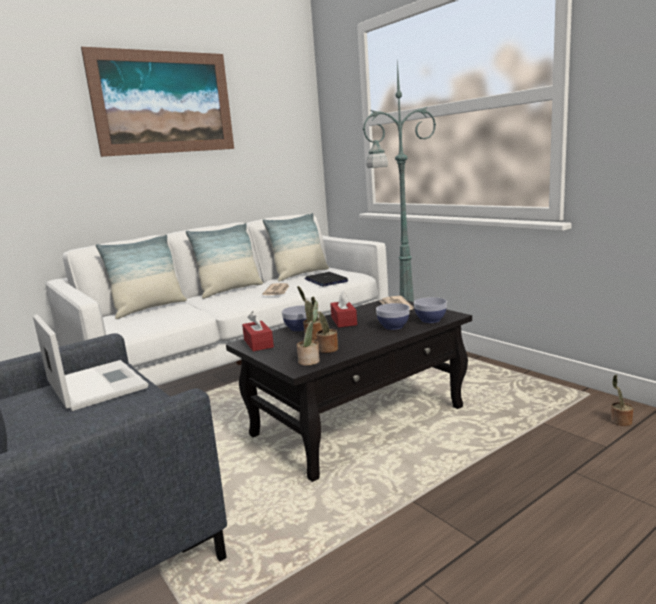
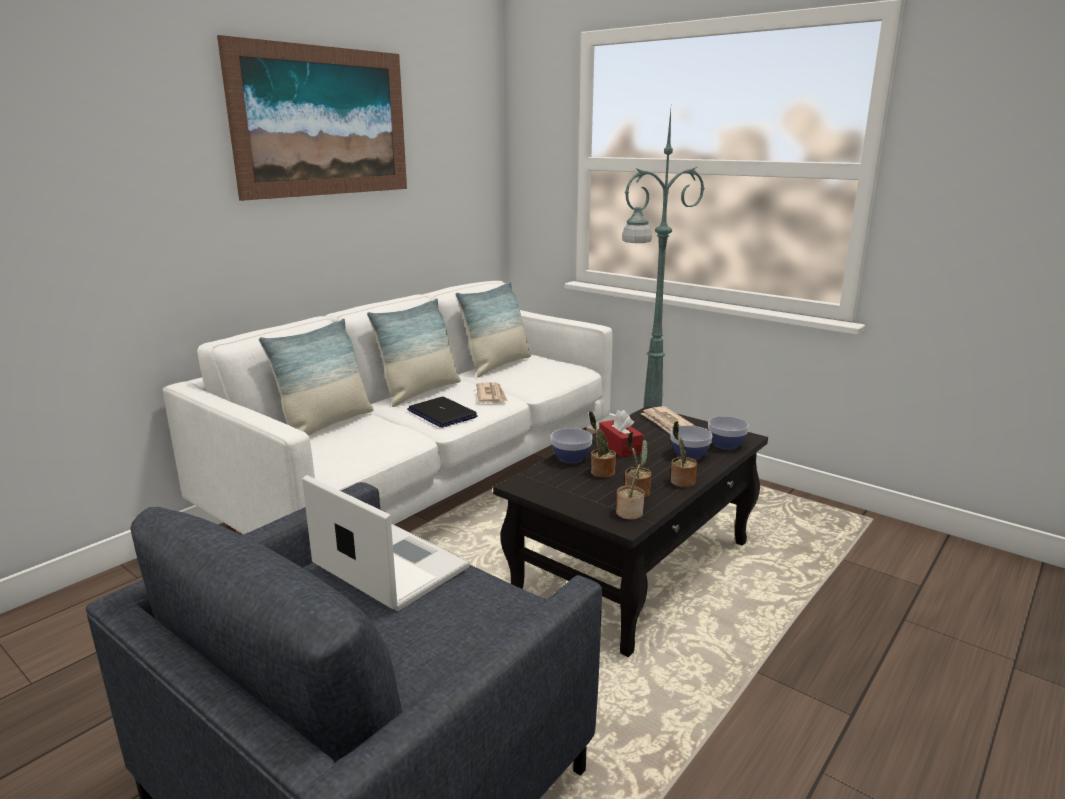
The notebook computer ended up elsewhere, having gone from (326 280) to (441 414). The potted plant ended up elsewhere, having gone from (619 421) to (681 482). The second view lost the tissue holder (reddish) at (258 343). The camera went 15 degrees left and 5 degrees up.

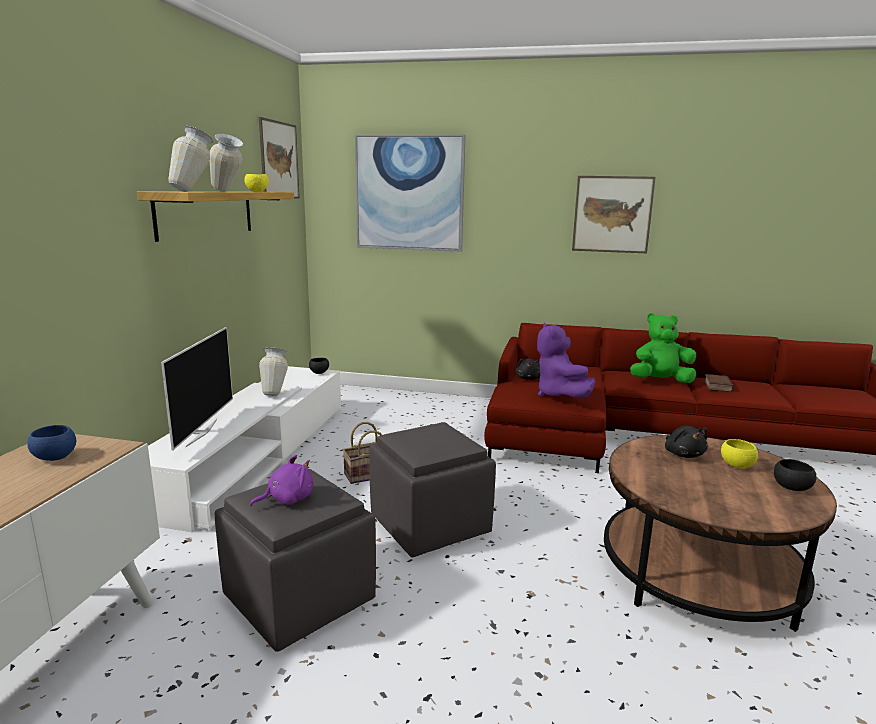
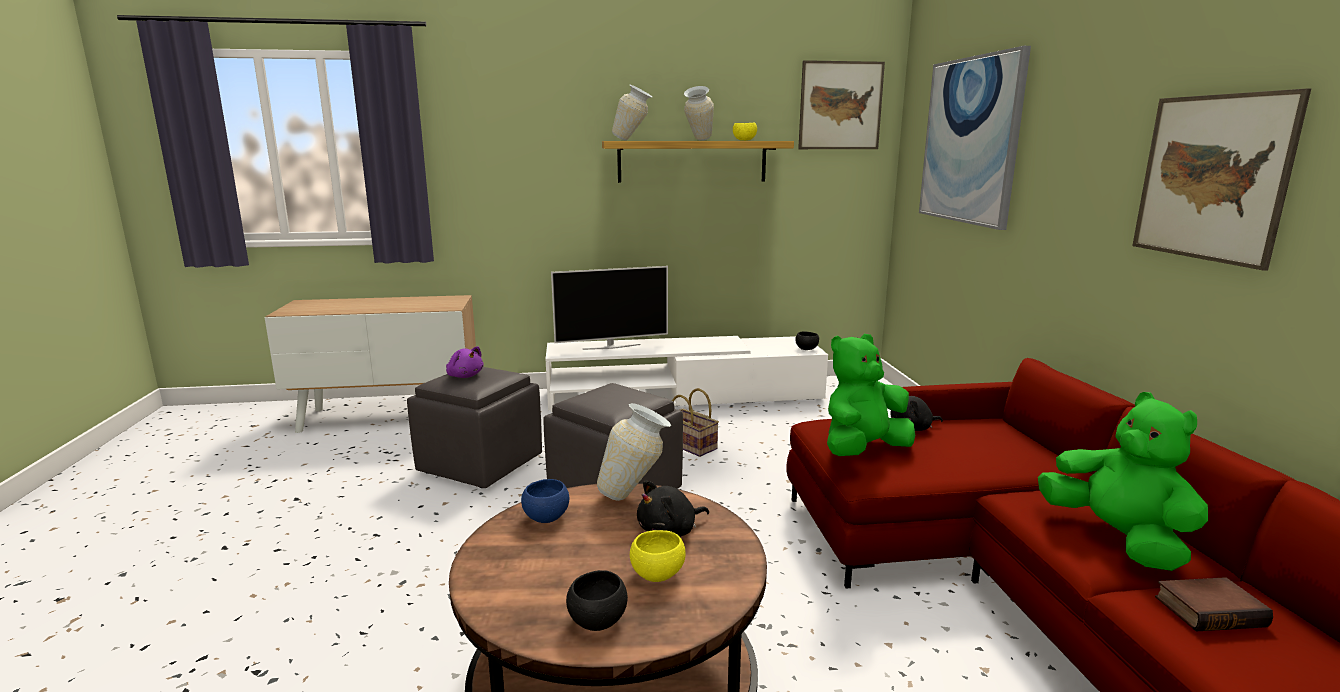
The deep dish (bluish) ended up elsewhere, having gone from (55 457) to (546 517). The flower vase ended up elsewhere, having gone from (275 393) to (636 495). What was the cuddly toy (purple) at (559 395) turned into the cuddly toy (green) at (863 450). The camera went 70 degrees right and 0 degrees up.

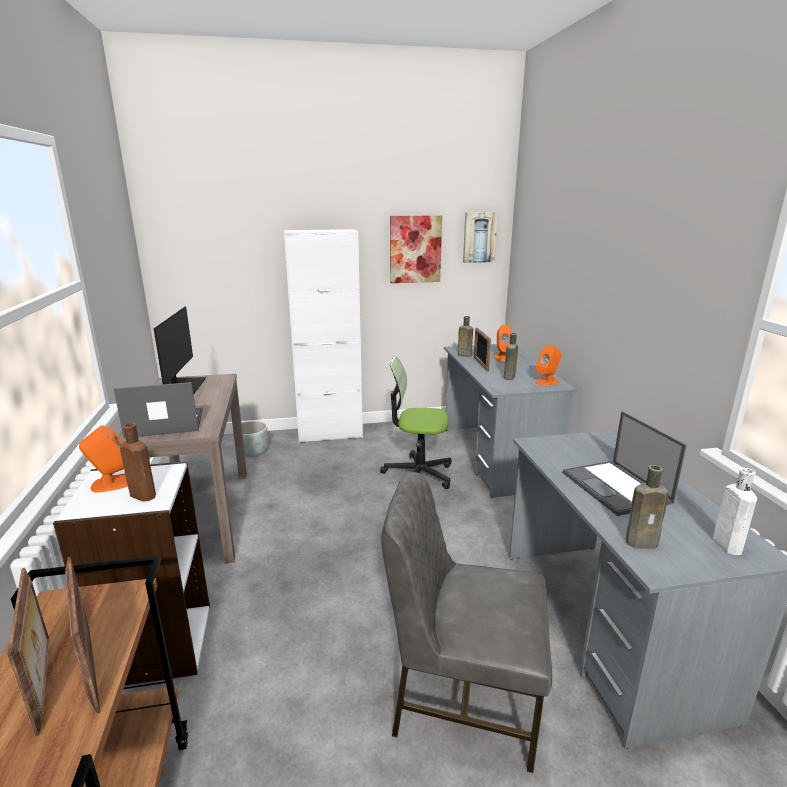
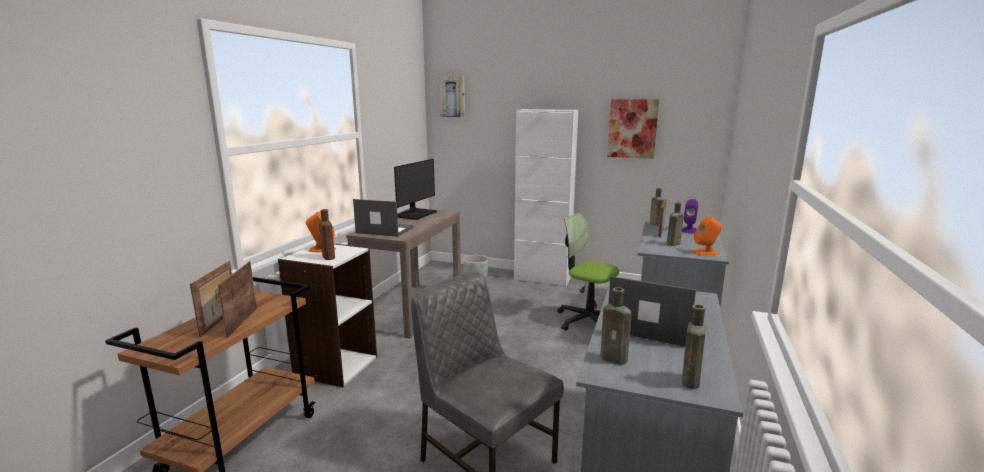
The wall picture ended up elsewhere, having gone from (479 237) to (452 97). The notebook computer at (617 488) ended up facing another way, 105 degrees clockwise from before. What was the speaker (orange) at (502 357) turned into the speaker (purple) at (689 230). What was the bottle (white-coloured) at (725 544) turned into the bottle (brownish) at (690 379). The camera went 30 degrees right and 5 degrees down.

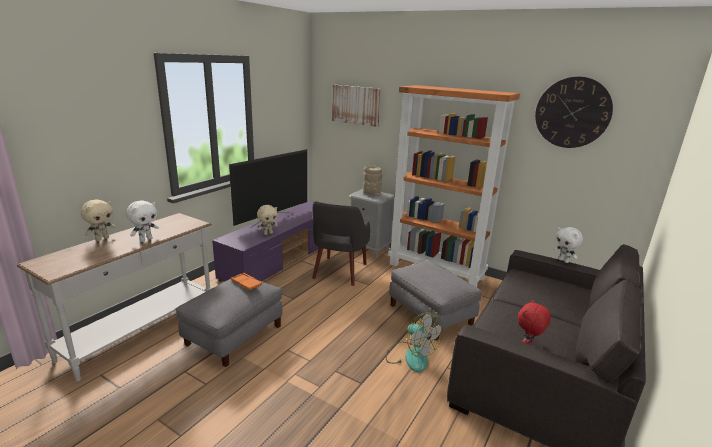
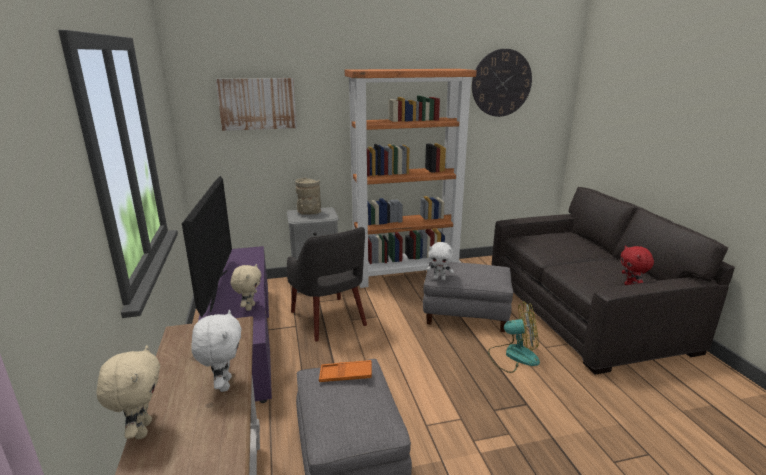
The cuddly toy (white-coloured) ended up elsewhere, having gone from (563 261) to (439 278). The camera went 45 degrees left and 0 degrees up.

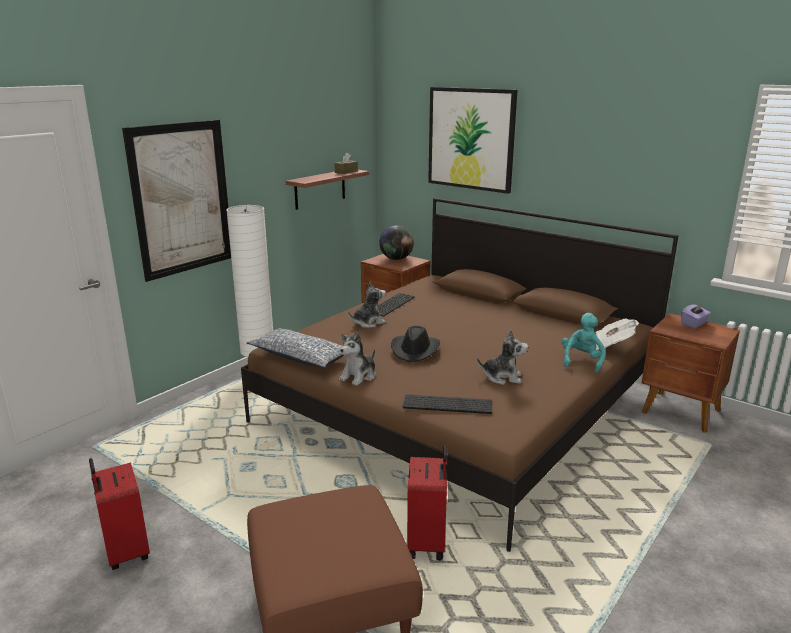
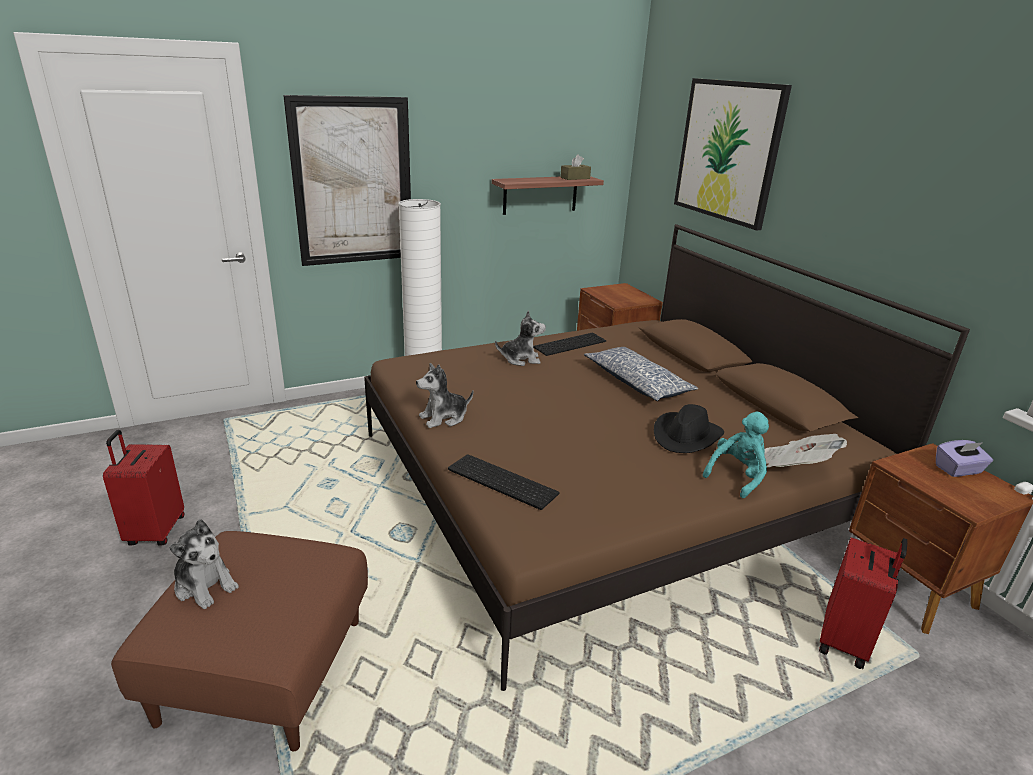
The cuddly toy ended up elsewhere, having gone from (502 377) to (205 585). The cushion ended up elsewhere, having gone from (300 357) to (637 383). The clothing hat (black-coloured) ended up elsewhere, having gone from (415 350) to (686 436). The travel case (reddish) ended up elsewhere, having gone from (428 543) to (845 642). The second view lost the desk globe at (396 259). The camera went 25 degrees right and 5 degrees up.

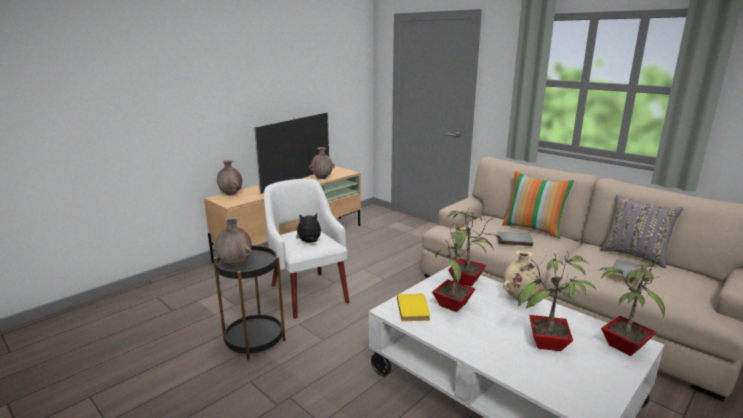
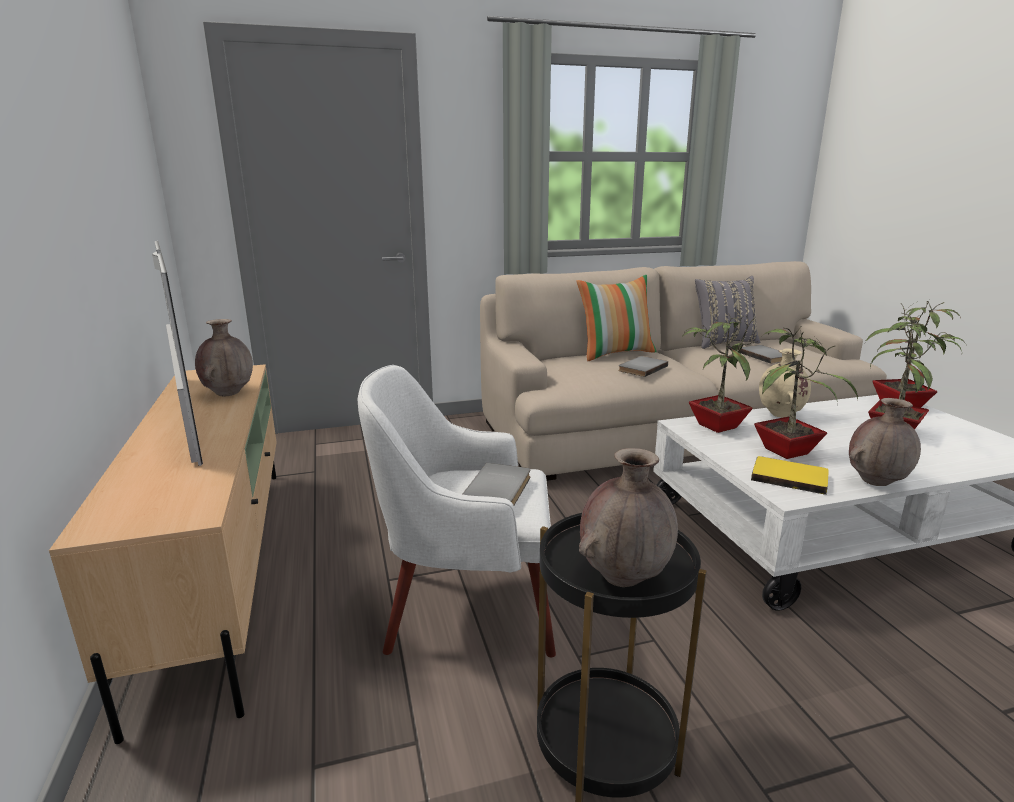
Where the cuddly toy stood at (309 242), the volume (grey) came to stand at (500 489). The flower vase (brownish) ended up elsewhere, having gone from (231 194) to (876 481). The camera went 60 degrees left and 0 degrees up.

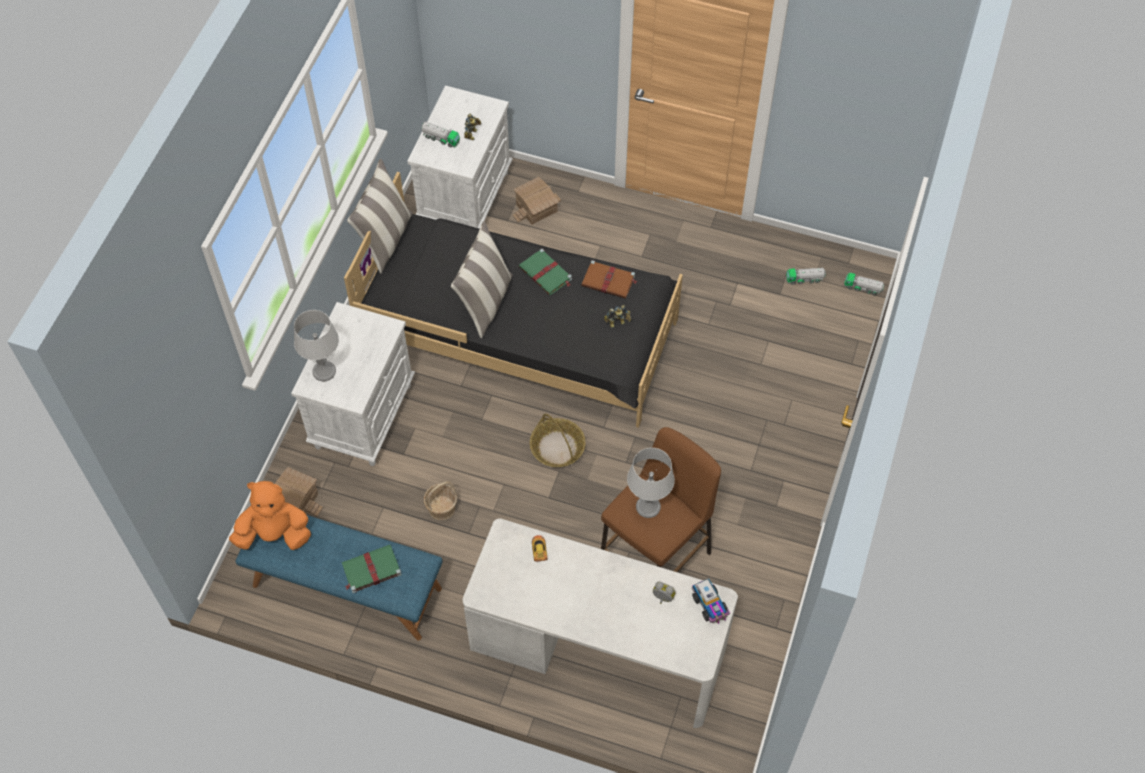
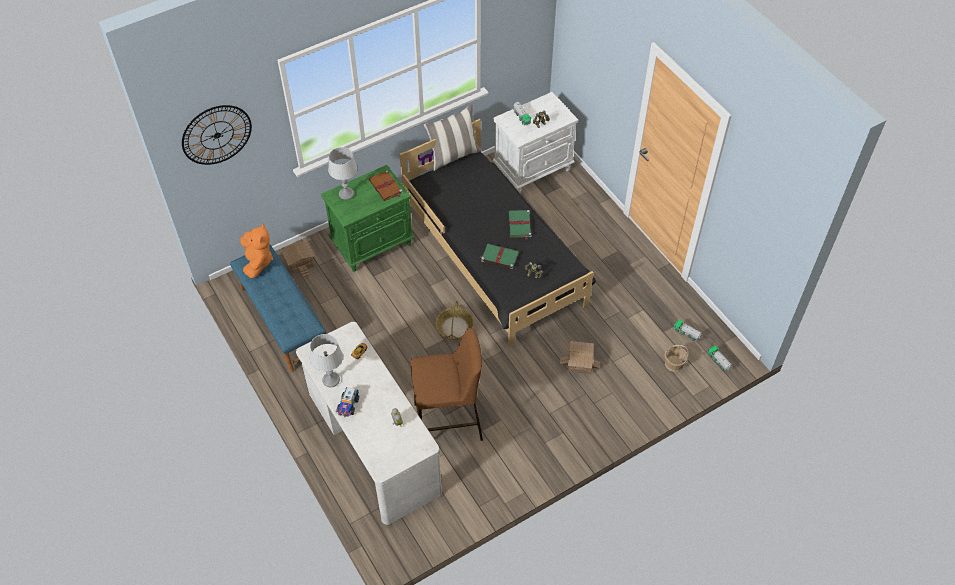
The second view gained the clock on the wall at (217 135). The cuddly toy (orange) at (275 534) ended up facing another way, 45 degrees clockwise from before. The tabletop lamp (grey) ended up elsewhere, having gone from (648 506) to (331 380). What was the bedside table (white-coloured) at (363 415) turned into the bedside table (green) at (373 243). The toy lorry ended up elsewhere, having gone from (710 605) to (348 405). The volume (brownish) ended up elsewhere, having gone from (609 281) to (386 187). The volume (green) ended up elsewhere, having gone from (370 570) to (499 257). The model house ended up elsewhere, having gone from (537 208) to (579 363). The household basket ended up elsewhere, having gone from (441 508) to (673 363). The second view lost the cushion at (484 302). The camera went 40 degrees right and 5 degrees down.

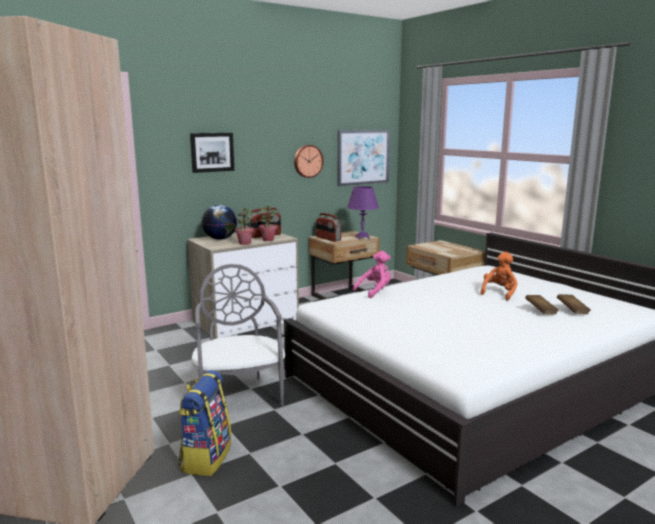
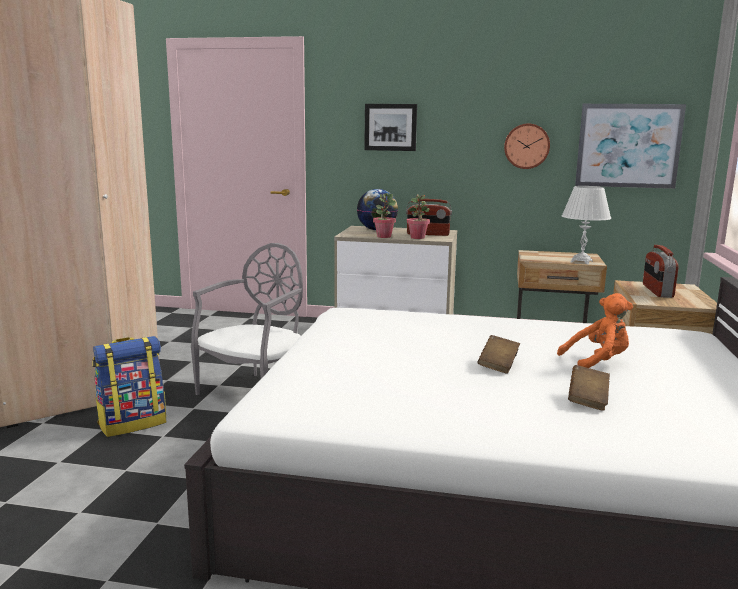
The volume (brownish) ended up elsewhere, having gone from (572 311) to (498 365). What was the tabletop lamp (purple) at (362 237) turned into the tabletop lamp (white-coloured) at (581 262). The radio ended up elsewhere, having gone from (328 239) to (657 291). The second view lost the cuddly toy (pink) at (375 291). The camera went 45 degrees right and 0 degrees up.

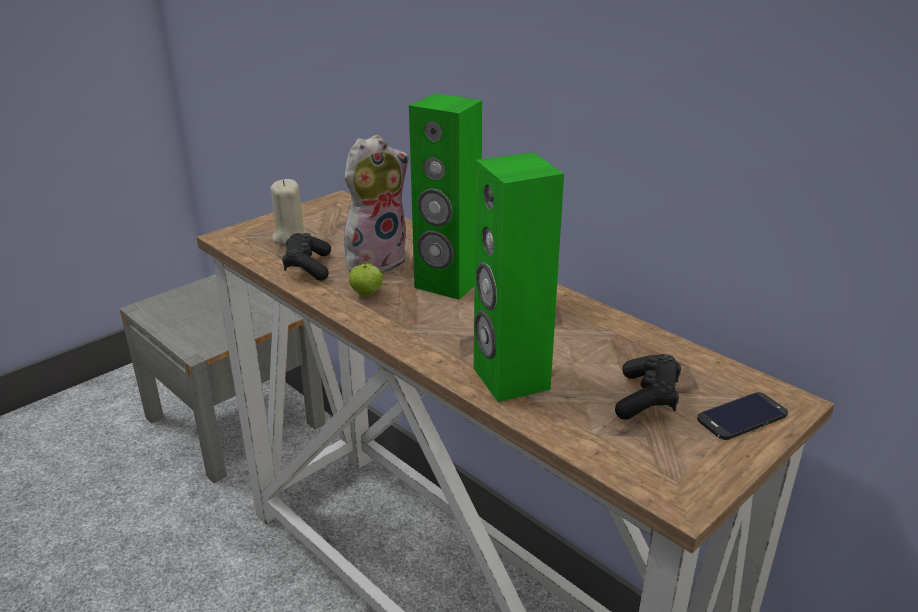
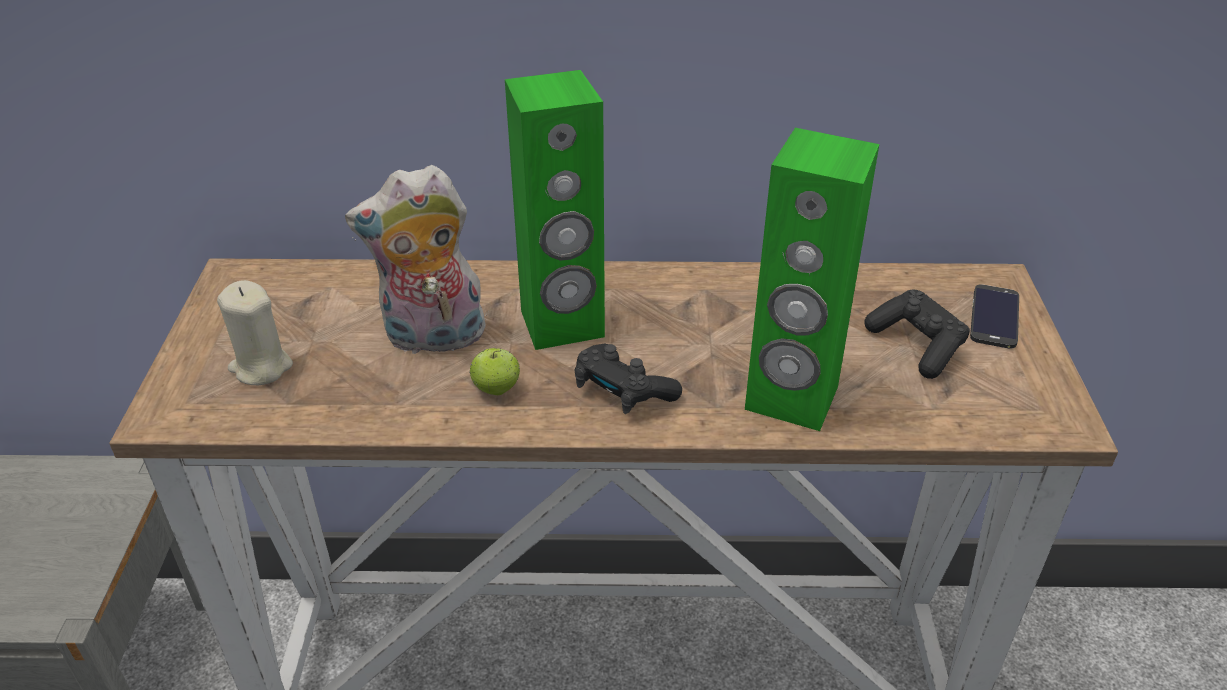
The cuddly toy at (376 260) ended up facing another way, 105 degrees counterclockwise from before. The game controller (black-coloured) ended up elsewhere, having gone from (308 267) to (622 392). The camera went 45 degrees left and 10 degrees up.

